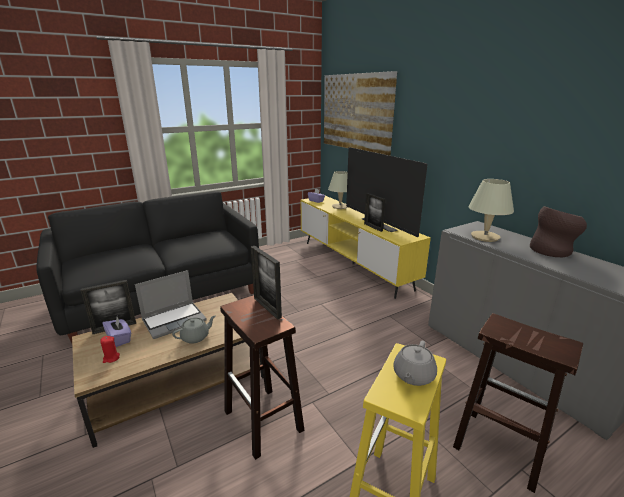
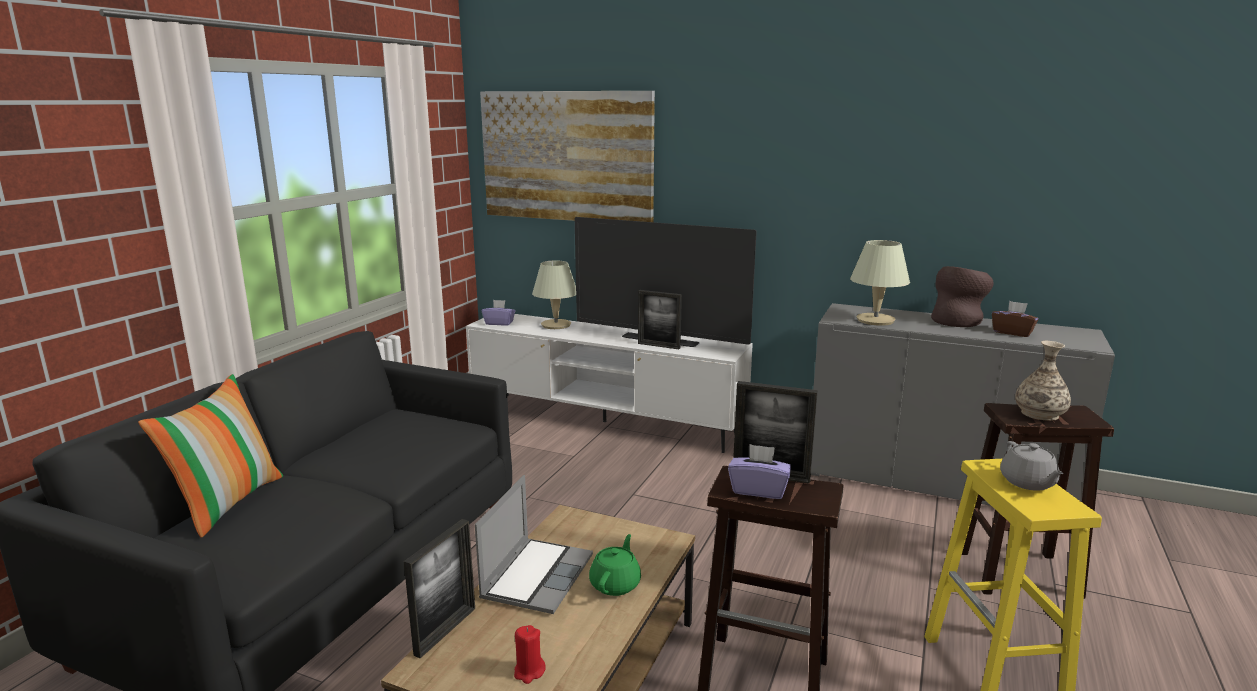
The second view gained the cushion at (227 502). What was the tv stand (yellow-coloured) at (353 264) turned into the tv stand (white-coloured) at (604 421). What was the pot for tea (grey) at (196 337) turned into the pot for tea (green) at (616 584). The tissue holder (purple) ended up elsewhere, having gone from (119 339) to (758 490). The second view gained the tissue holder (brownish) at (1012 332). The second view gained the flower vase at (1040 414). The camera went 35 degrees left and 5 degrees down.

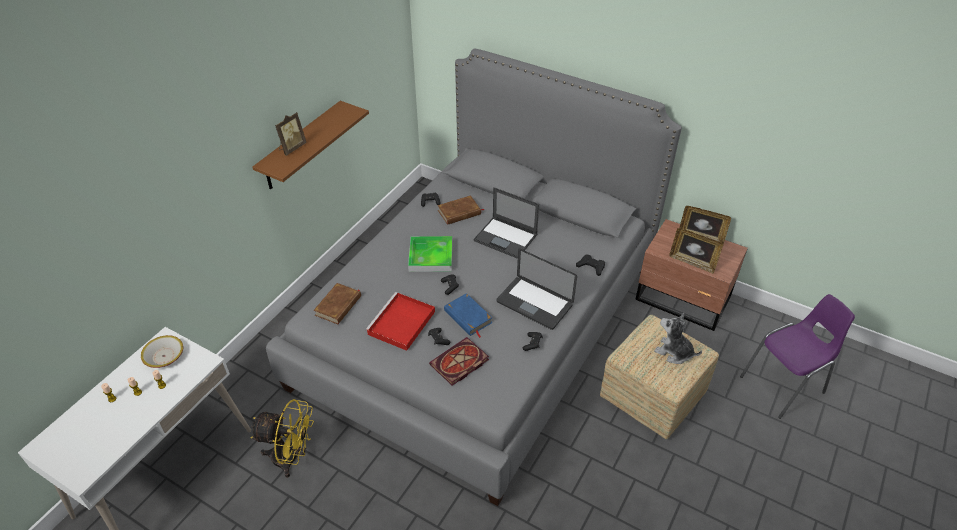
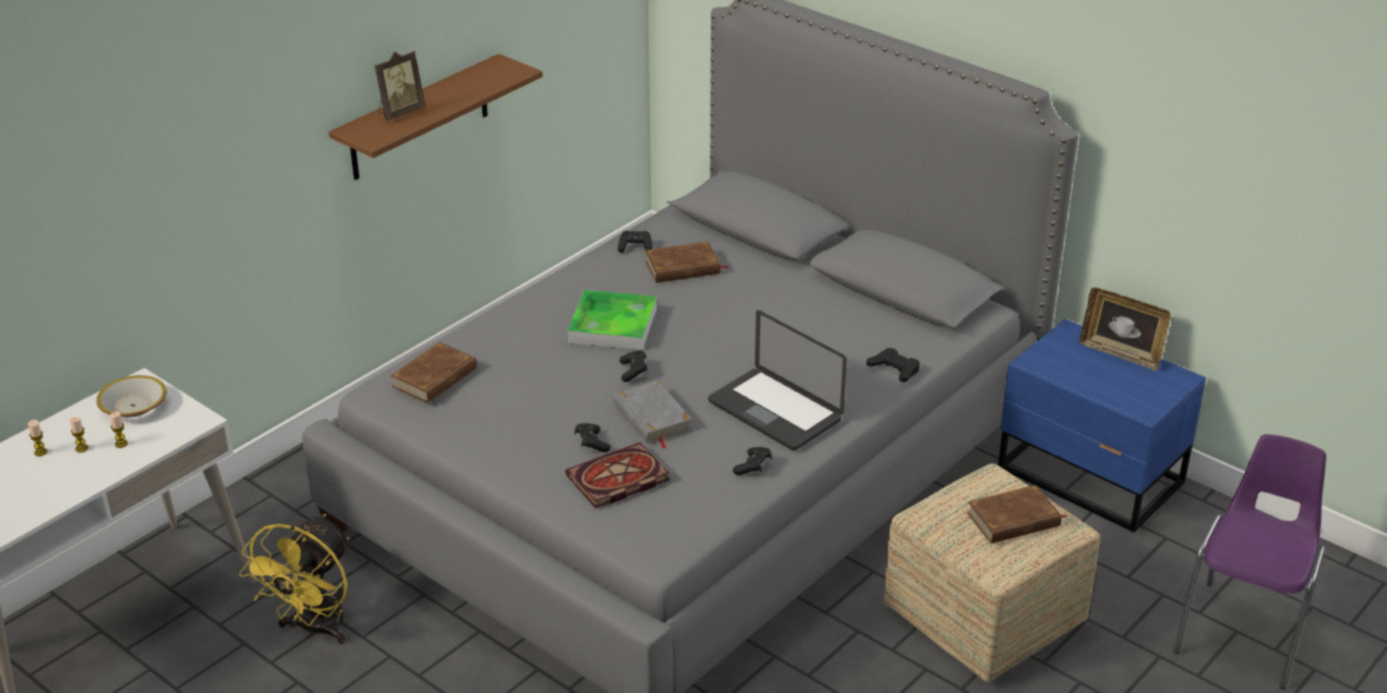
The cooling fan (yellow-coloured) at (291 458) ended up facing another way, 90 degrees clockwise from before. What was the volume (bluish) at (468 317) turned into the volume (grey) at (652 418). Where the cuddly toy stood at (674 352), the volume (brownish) came to stand at (1014 520). What was the bedside table (brownish) at (683 300) turned into the bedside table (bluish) at (1091 478). The chair (purple) at (784 385) ended up facing another way, 45 degrees counterclockwise from before. The second view lost the serving tray (reddish) at (401 324). The second view lost the notebook computer at (506 238). The second view lost the photo frame at (692 262). The camera went 10 degrees right and 10 degrees down.

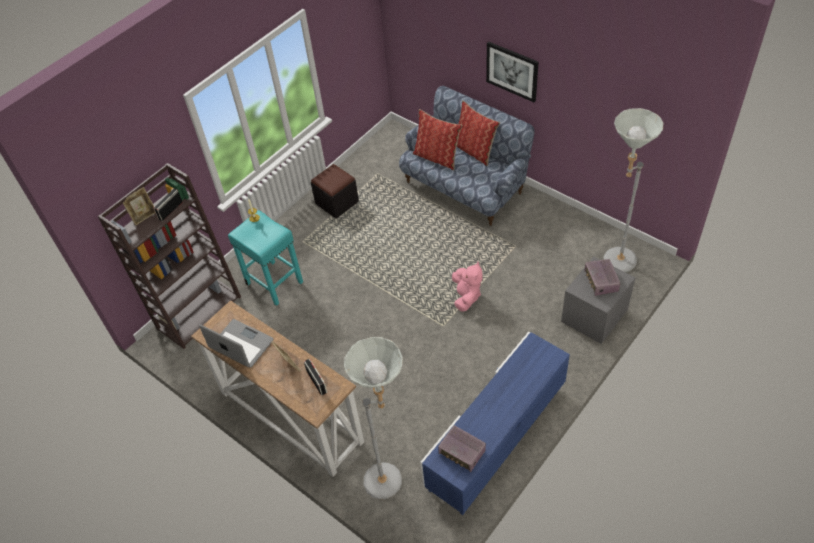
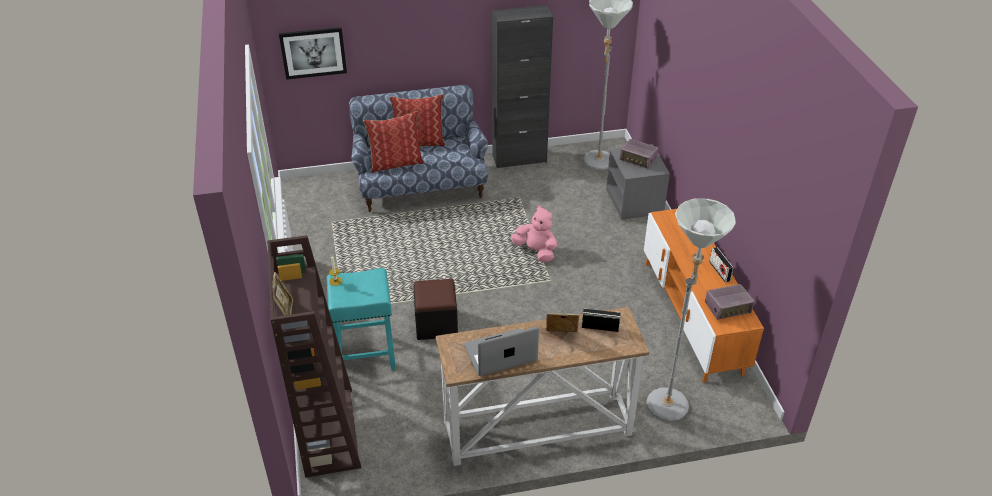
The wall picture ended up elsewhere, having gone from (512 71) to (313 52). The pouffe (black-coloured) ended up elsewhere, having gone from (337 202) to (436 324). The second view gained the storage cabinet (black-coloured) at (519 159). What was the tv stand (bluish) at (496 439) turned into the tv stand (orange) at (692 316). The radio ended up elsewhere, having gone from (170 210) to (719 271). The camera went 55 degrees left and 10 degrees down.

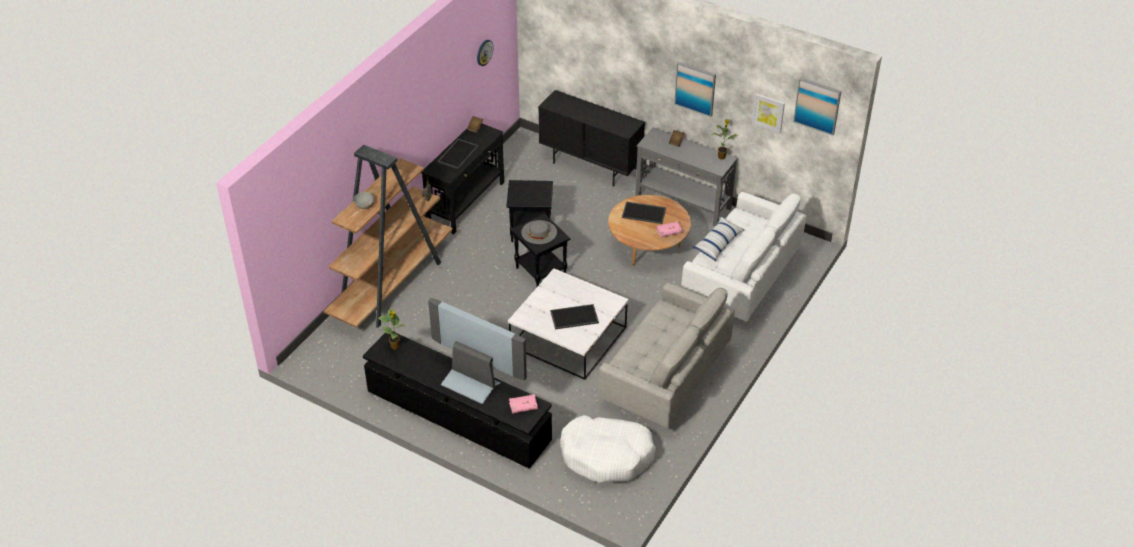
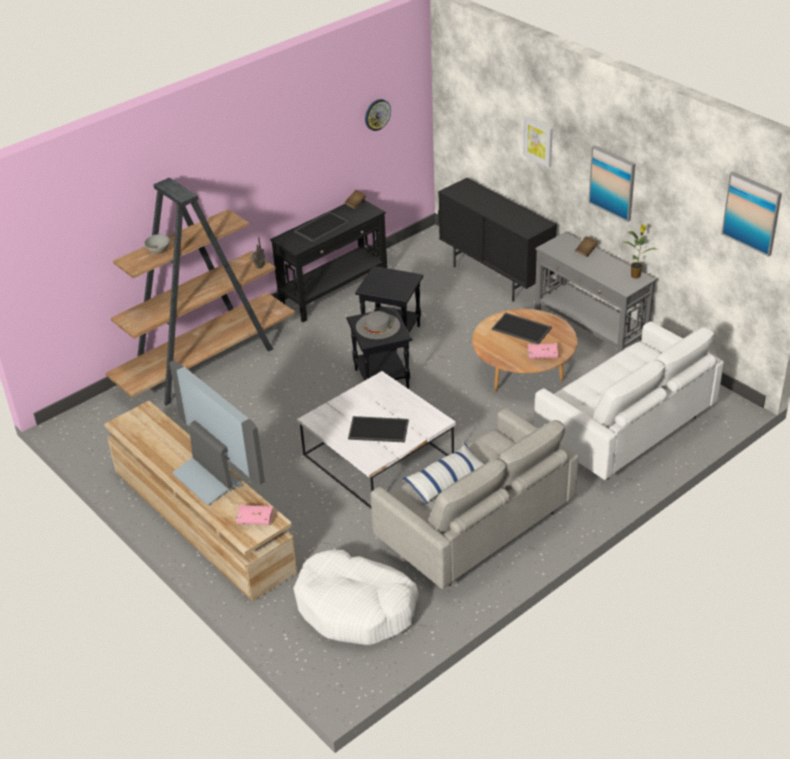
What was the tv stand (black-coloured) at (458 416) turned into the tv stand (sand-coloured) at (202 521). The cushion ended up elsewhere, having gone from (718 243) to (446 480). The wall picture ended up elsewhere, having gone from (768 112) to (538 141). The second view lost the potted plant at (395 347). The camera went 20 degrees right and 5 degrees down.

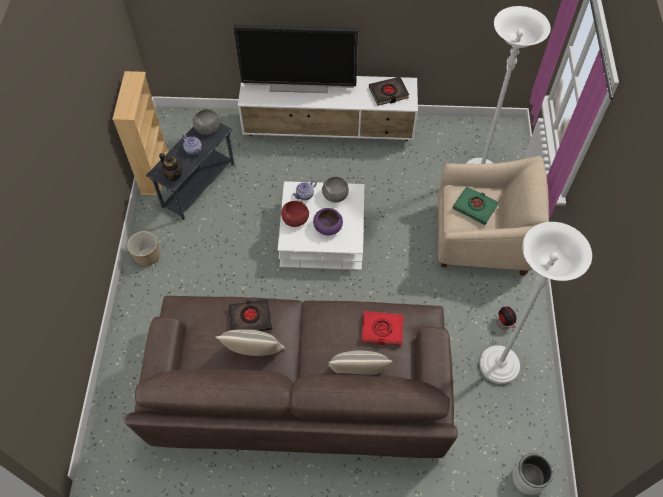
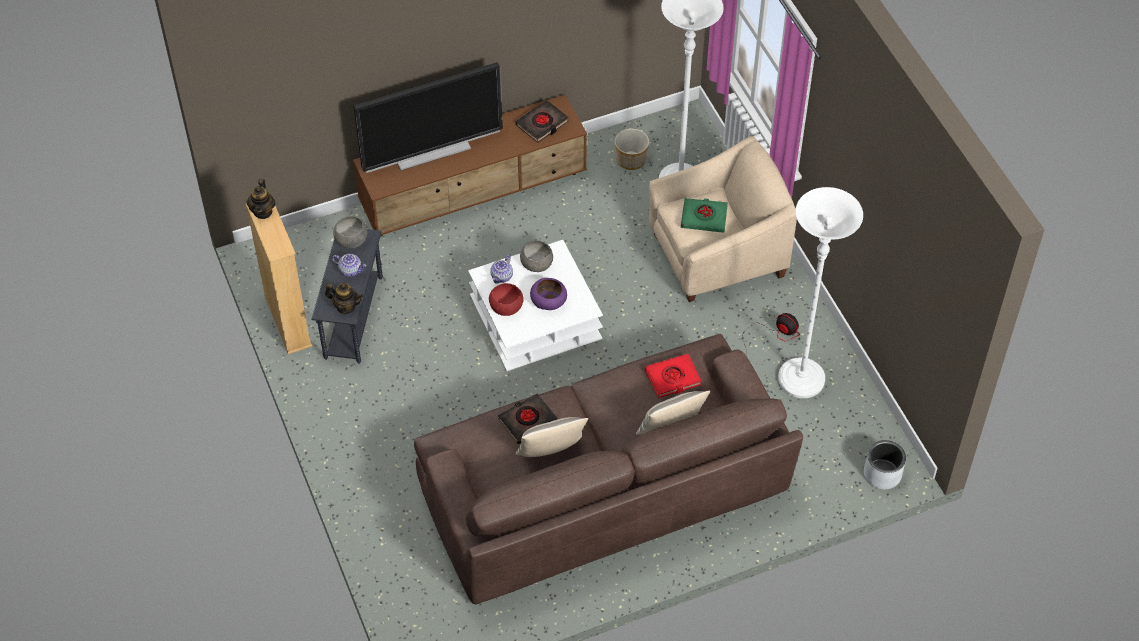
The second view gained the pot for tea at (263 211). What was the tv stand (white-coloured) at (329 129) turned into the tv stand (brownish) at (475 194). The flower pot ended up elsewhere, having gone from (147 256) to (631 159). The camera went 25 degrees left and 5 degrees down.

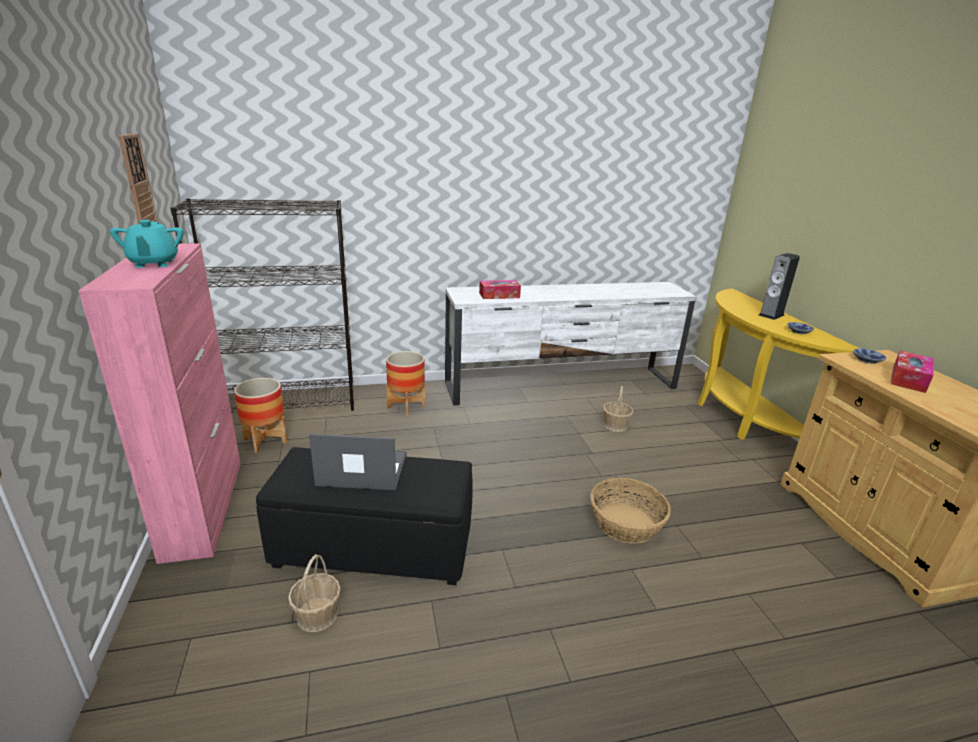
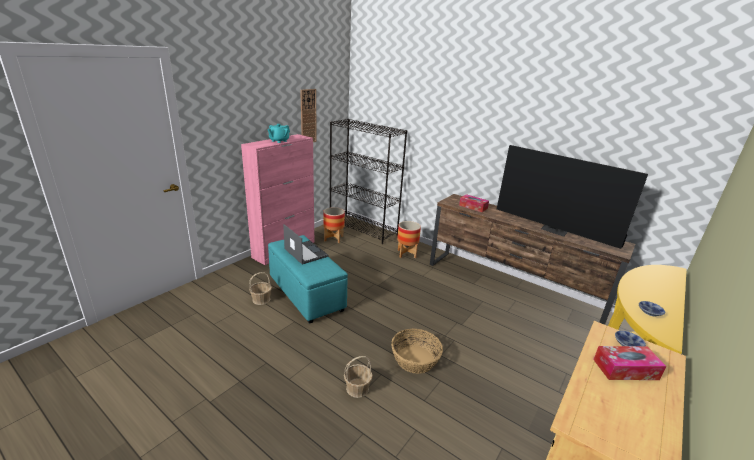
What was the pouffe (black-coloured) at (372 548) turned into the pouffe (blue-green) at (306 293). The household basket ended up elsewhere, having gone from (615 425) to (357 388). What was the tv stand (white-coloured) at (562 385) turned into the tv stand (brownish) at (512 287). The second view gained the TV set at (555 230). The second view lost the speaker at (771 315). The camera went 50 degrees right and 0 degrees up.

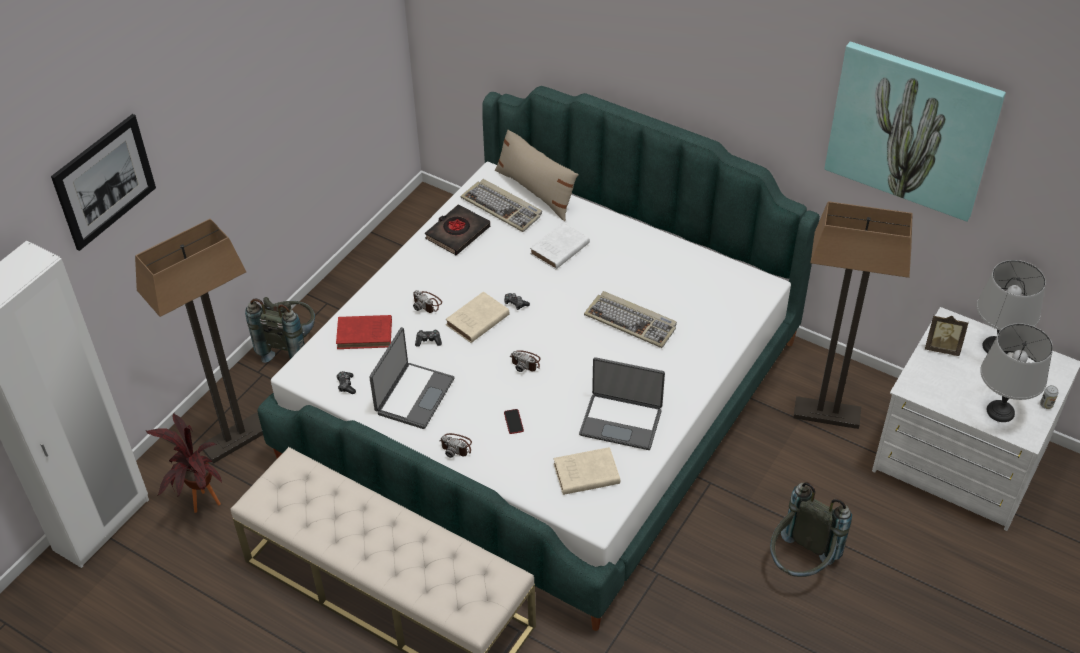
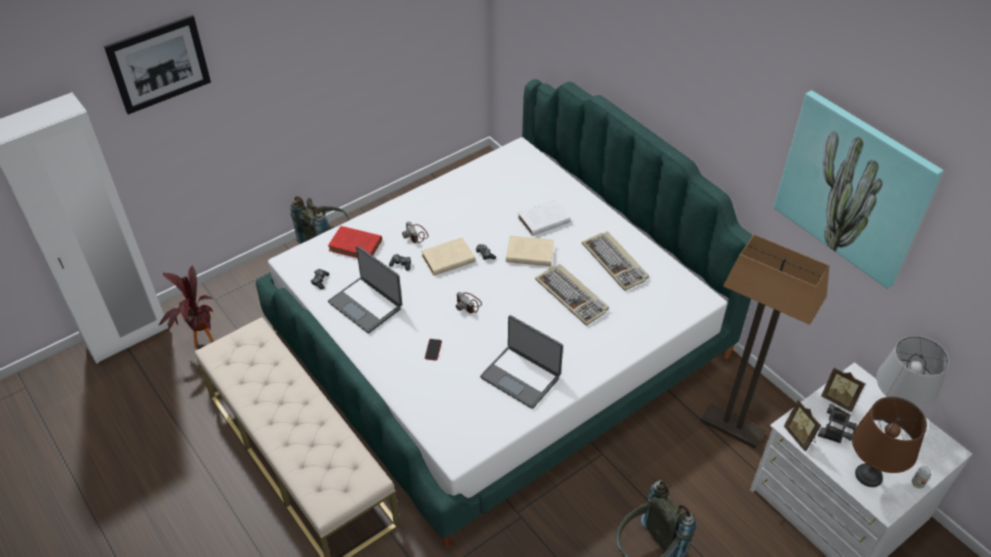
The notebook computer at (413 396) ended up facing another way, 90 degrees clockwise from before. The volume (sand-coloured) ended up elsewhere, having gone from (584 474) to (528 253). The keyboard ended up elsewhere, having gone from (502 207) to (615 262). The second view gained the photo frame at (800 436). The second view gained the field glasses (black-coloured) at (837 428). What was the tabletop lamp (grey) at (1000 412) turned into the tabletop lamp (brownish) at (869 476). The second view lost the standard lamp at (235 439). The second view lost the volume (black-coloured) at (457 233). The second view lost the still camera at (456 446). The second view lost the cushion (sand-coloured) at (536 191). The camera went 20 degrees right and 0 degrees up.

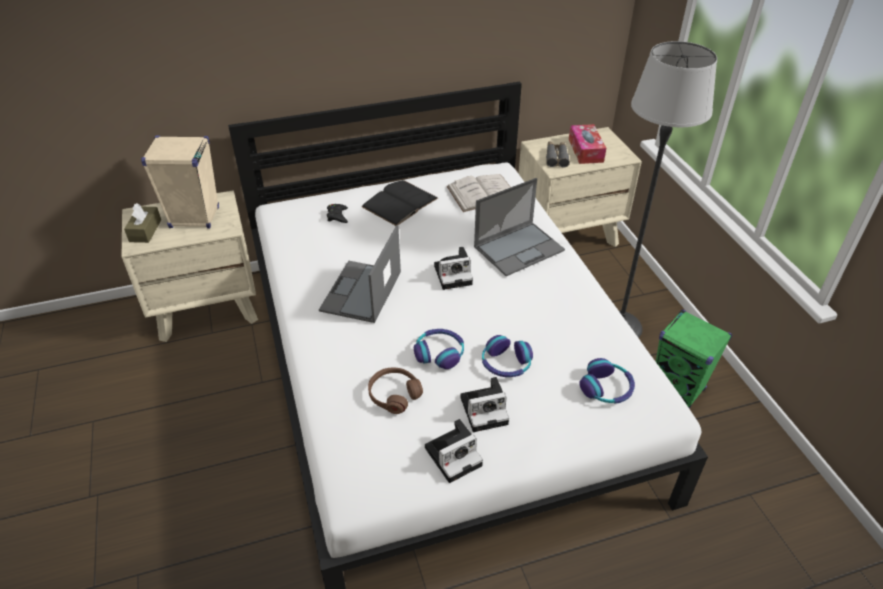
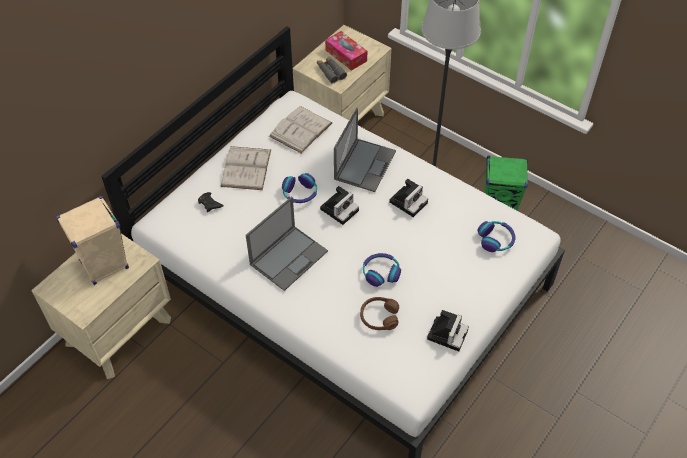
What was the volume (black-coloured) at (400 202) turned into the volume (white-coloured) at (246 168). The notebook computer at (361 292) ended up facing another way, 120 degrees counterclockwise from before. The headset ended up elsewhere, having gone from (506 363) to (300 193). The still camera ended up elsewhere, having gone from (485 409) to (408 201). The second view lost the tissue holder (brownish) at (145 231). The camera went 35 degrees left and 10 degrees up.

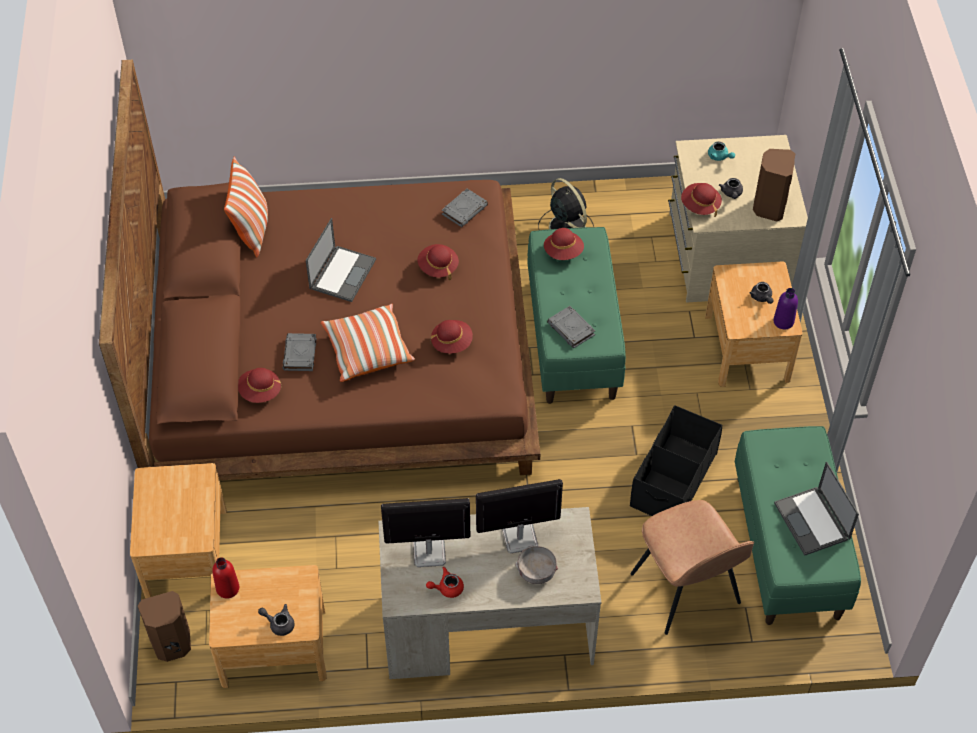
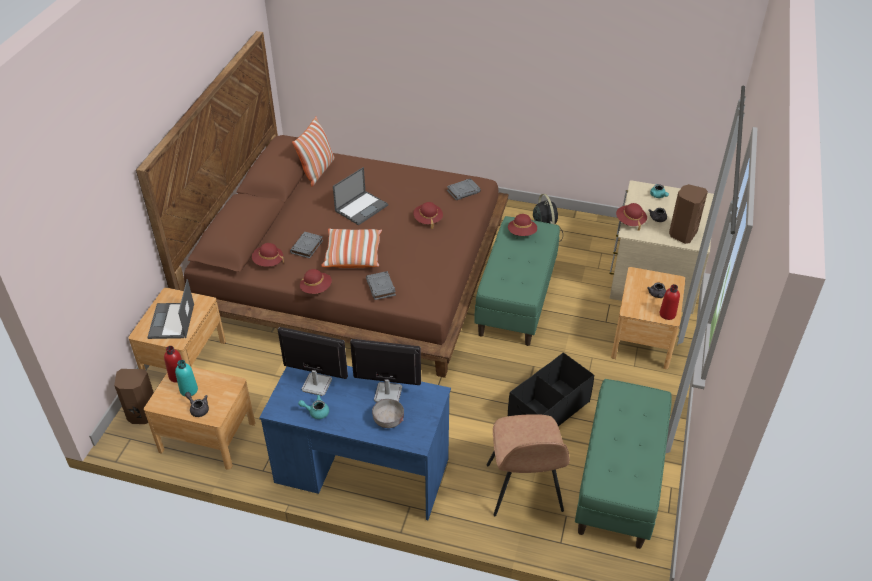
The notebook computer ended up elsewhere, having gone from (812 521) to (171 321). The second view gained the bottle (blue-green) at (189 390). What was the desk unit (sand-coloured) at (487 629) turned into the desk unit (bluish) at (362 471). What was the pot for tea (reddish) at (447 588) turned into the pot for tea (blue-green) at (316 411). The clothing hat (reddish) ended up elsewhere, having gone from (452 343) to (316 288). The volume (grey) ended up elsewhere, having gone from (571 329) to (381 287). What was the bottle (purple) at (783 321) turned into the bottle (reddish) at (667 314). The camera went 20 degrees right and 10 degrees down.

